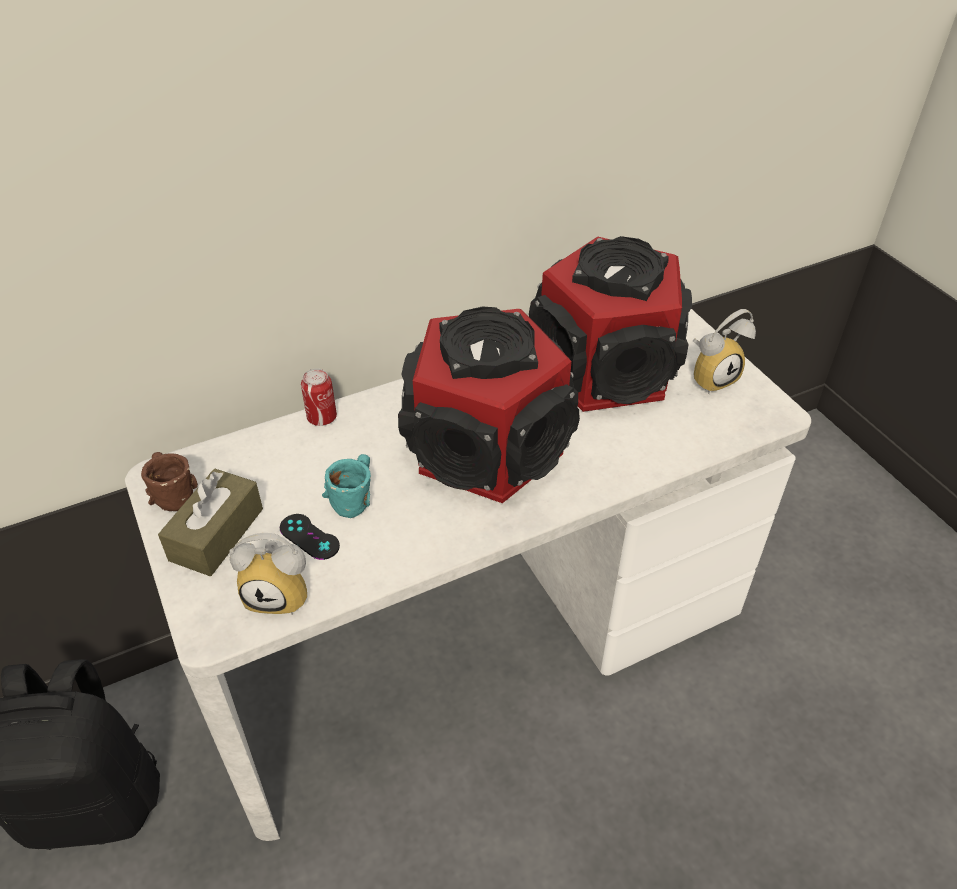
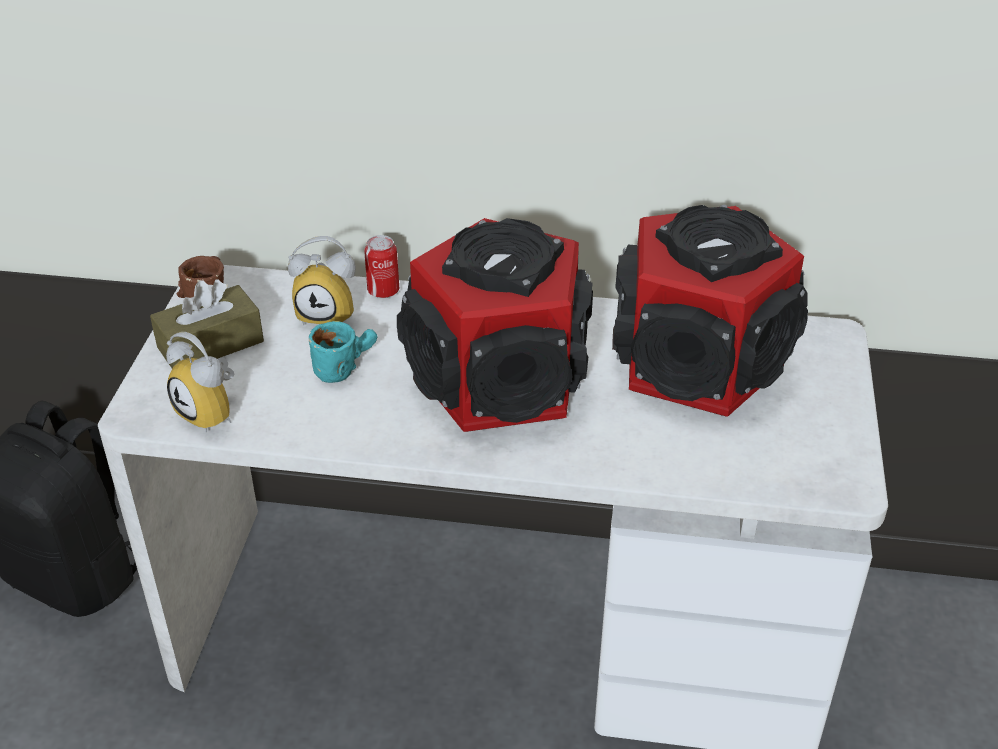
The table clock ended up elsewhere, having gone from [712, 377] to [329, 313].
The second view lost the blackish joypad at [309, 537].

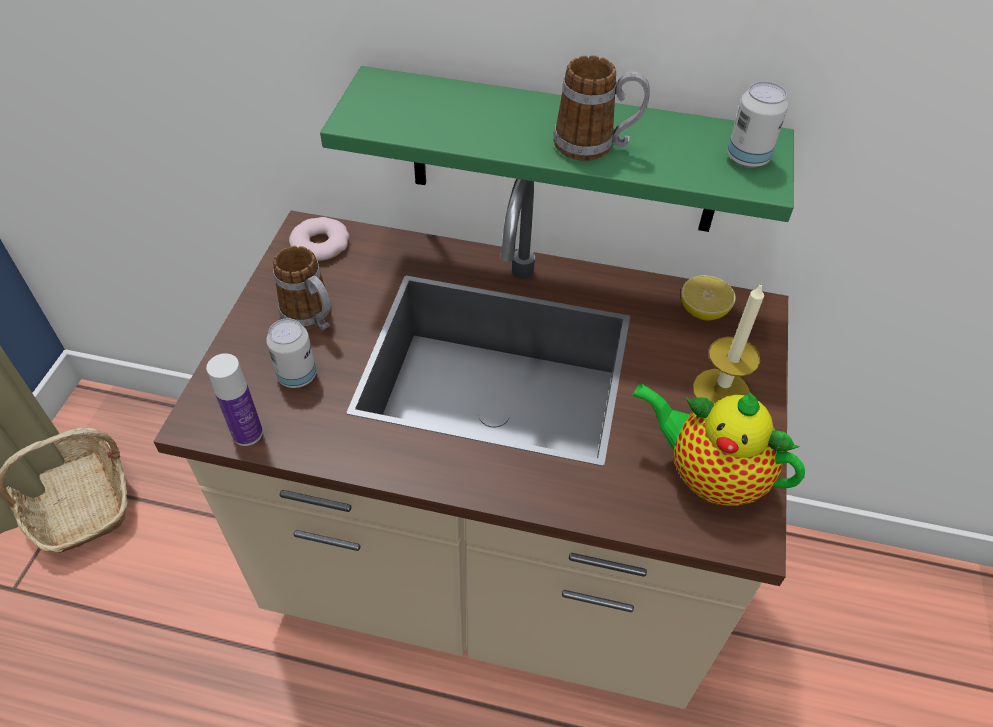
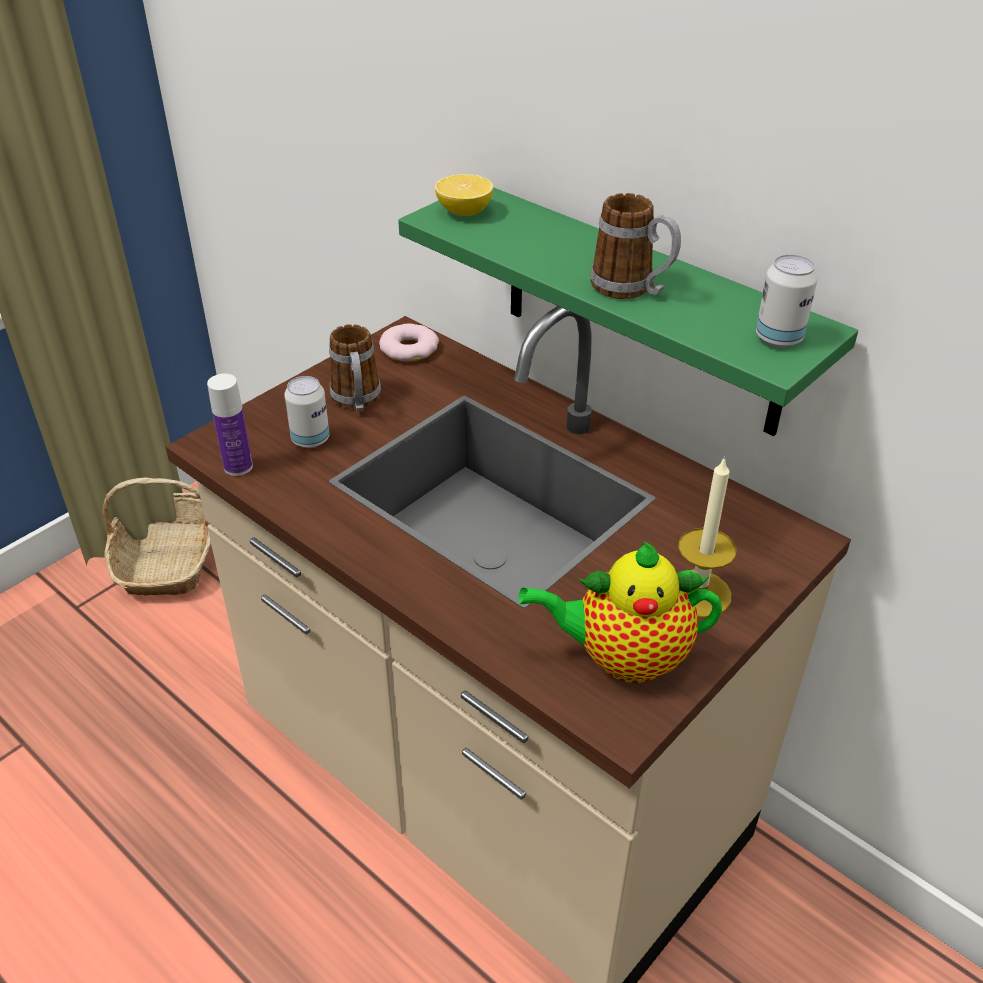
The whole lemon ended up elsewhere, having gone from [703, 311] to [464, 212].
The teapot at [708, 475] ended up facing another way, 60 degrees counterclockwise from before.

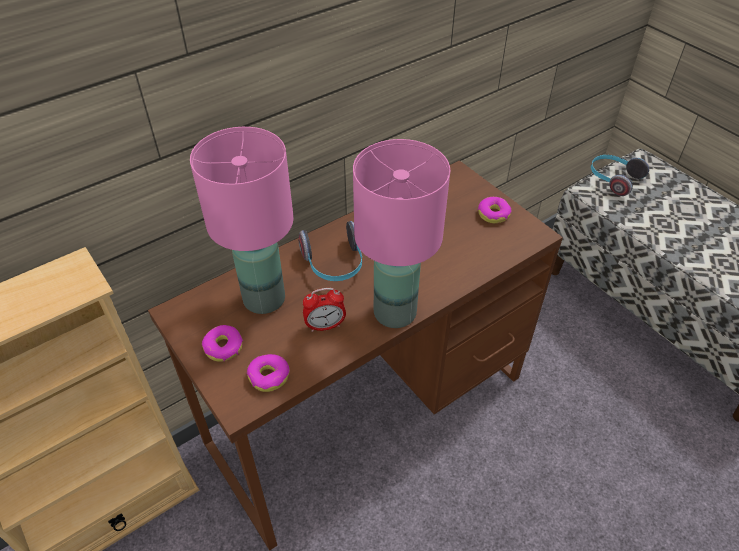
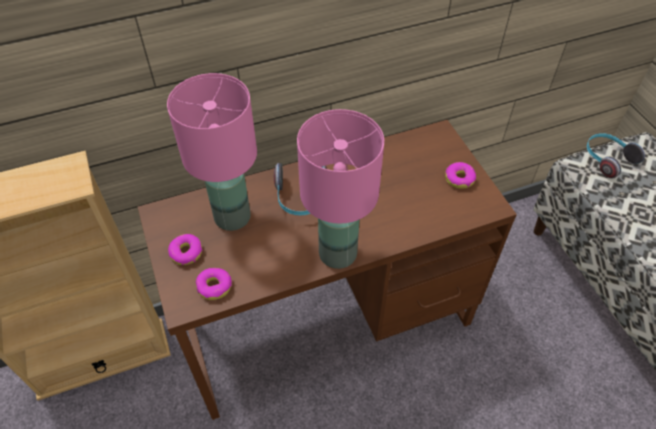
The second view lost the table clock at [325, 326].

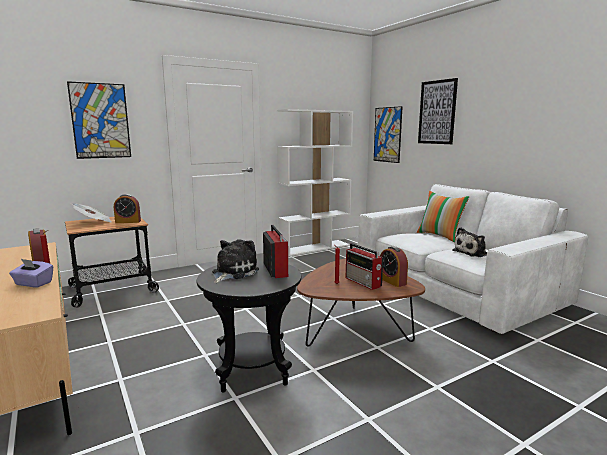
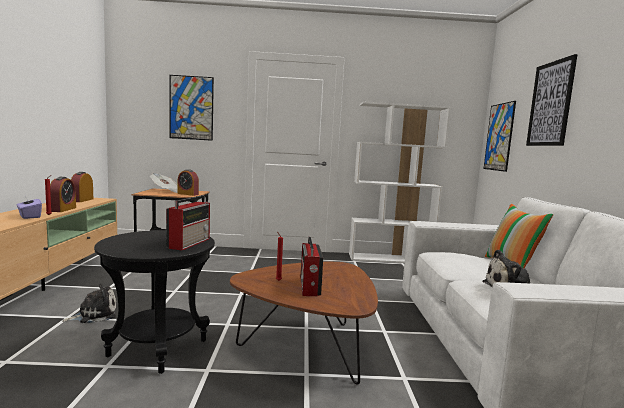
The plush toy ended up elsewhere, having gone from [233, 272] to [95, 315].
The table clock ended up elsewhere, having gone from [392, 281] to [82, 200].

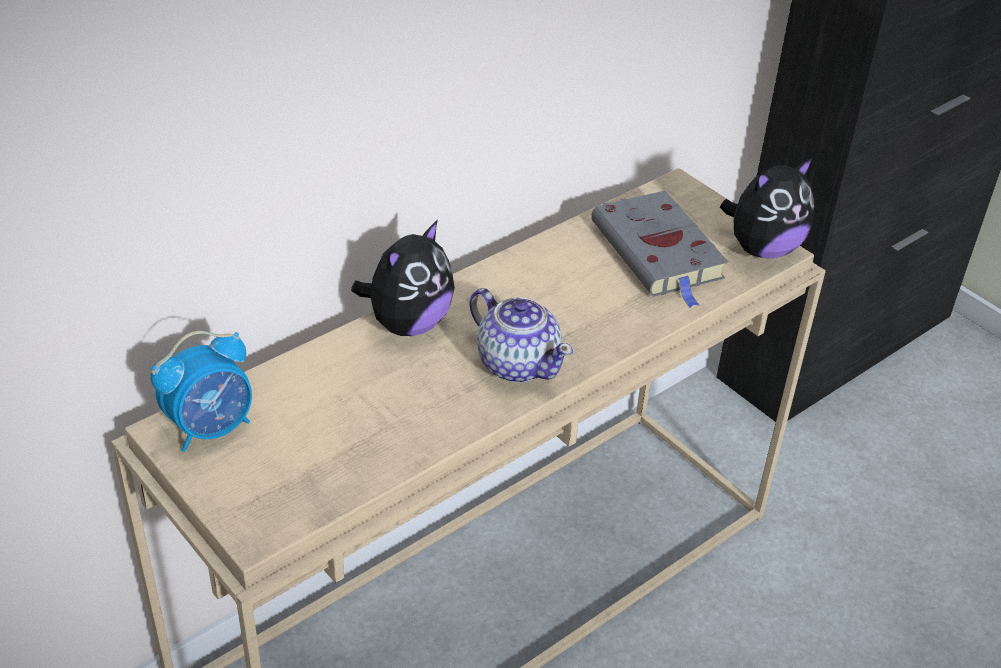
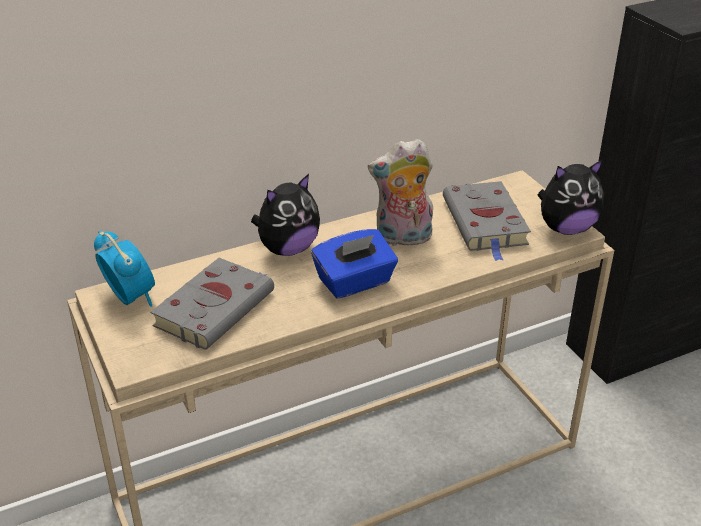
The table clock at [211, 427] ended up facing another way, 105 degrees counterclockwise from before.
The second view gained the gray book at [216, 307].
Where the teapot stood at [517, 363], the blue tissue box came to stand at [355, 282].
The second view gained the plush toy at [402, 238].

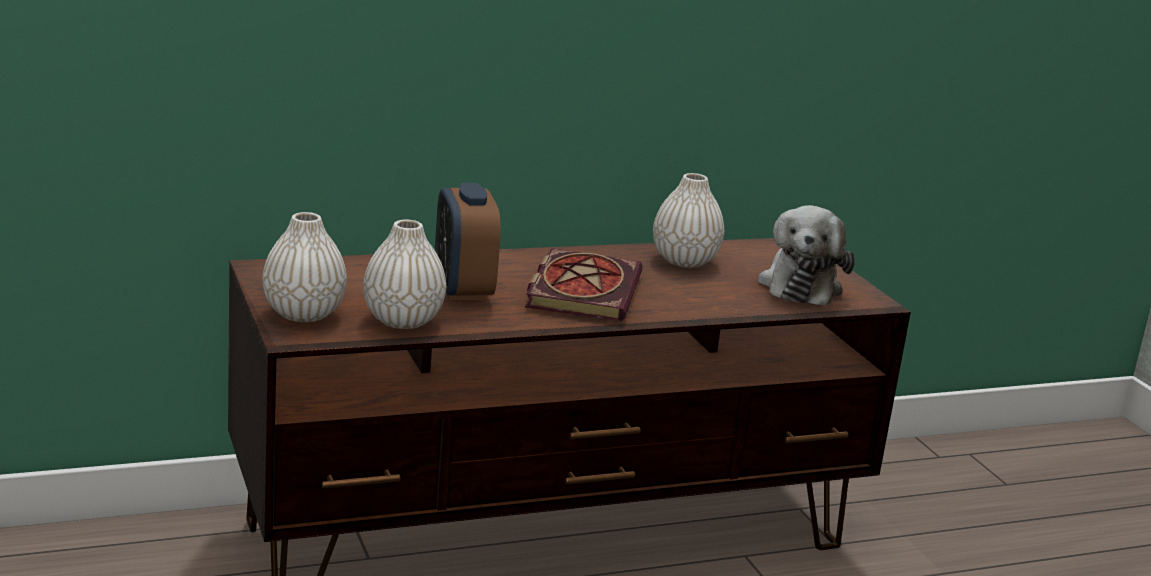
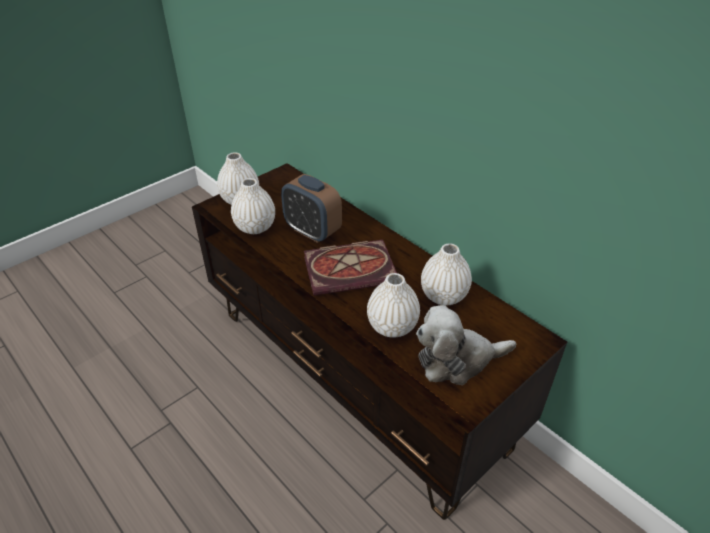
The table clock at [462, 289] ended up facing another way, 105 degrees counterclockwise from before.
The second view gained the white decorative vase at [392, 326].

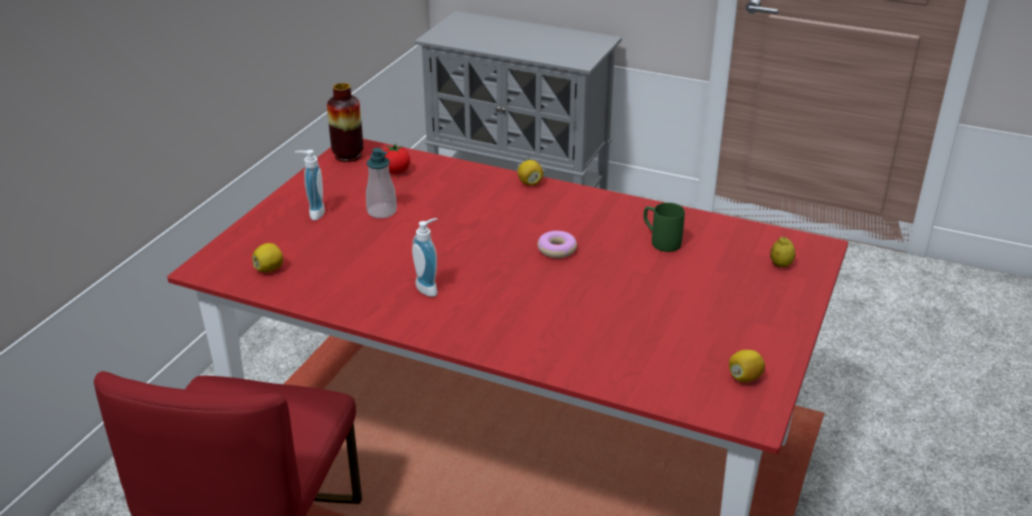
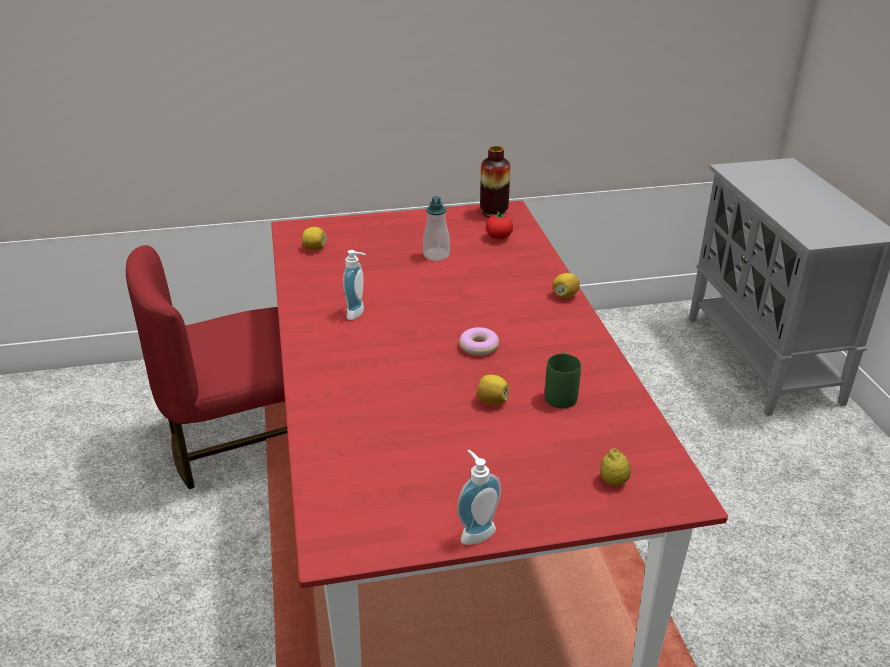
The soap bottle ended up elsewhere, having gone from [313, 213] to [475, 532].
The whole lemon ended up elsewhere, having gone from [744, 377] to [492, 401].

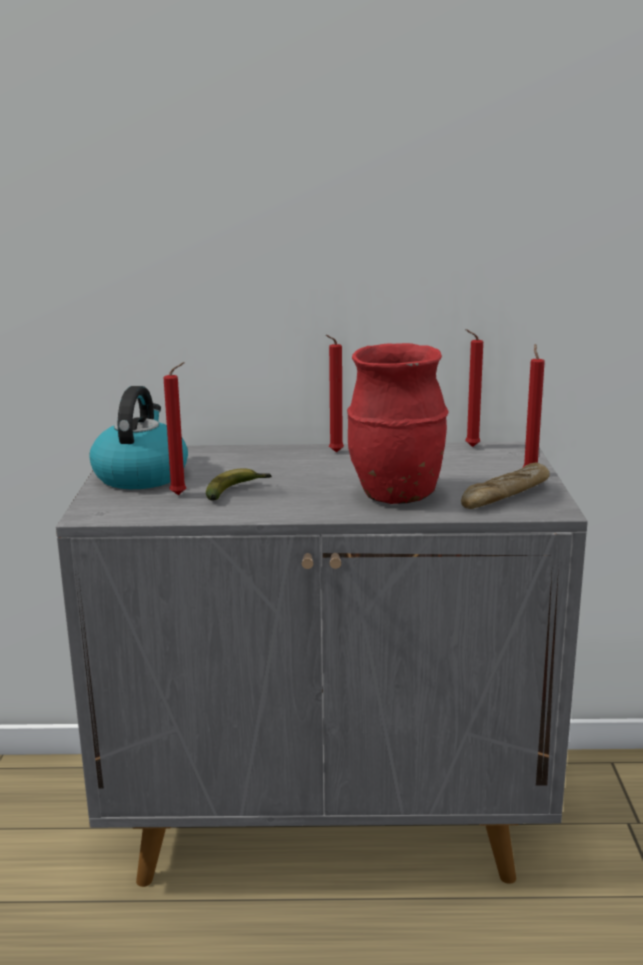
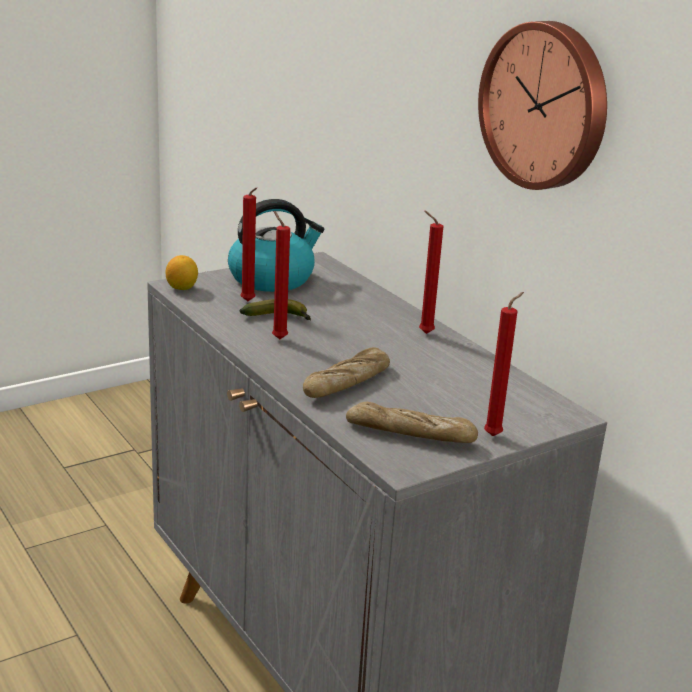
The second view gained the whole lemon at [182, 288].
The red-coloured wax candle ended up elsewhere, having gone from [470, 447] to [278, 338].
Where the red-coloured decorative vase stood at [396, 496], the baked bread came to stand at [347, 383].
The second view gained the hanging clock at [546, 105].

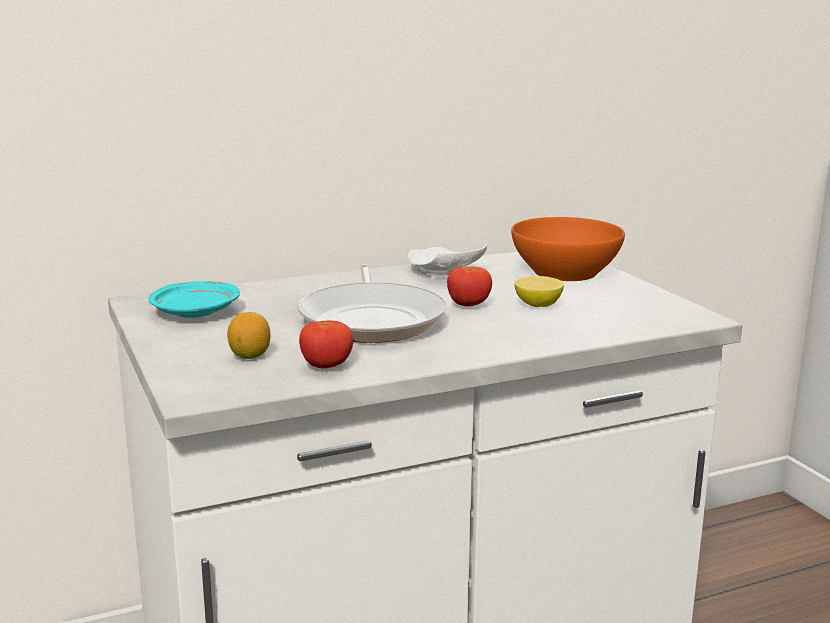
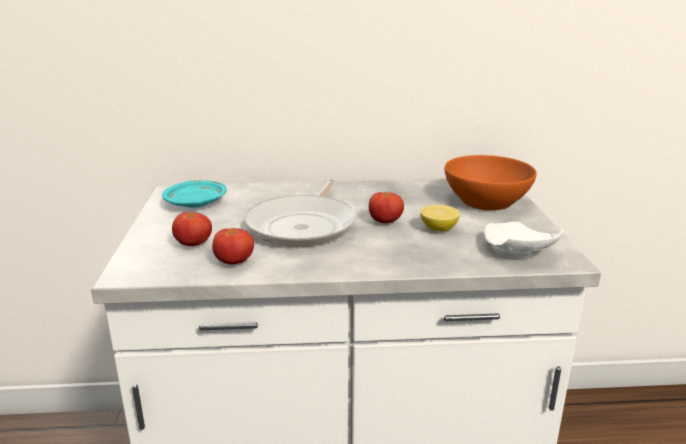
Where the whole lemon stood at [250, 356], the tomato came to stand at [193, 245].
The white flat dish ended up elsewhere, having gone from [444, 273] to [516, 251].

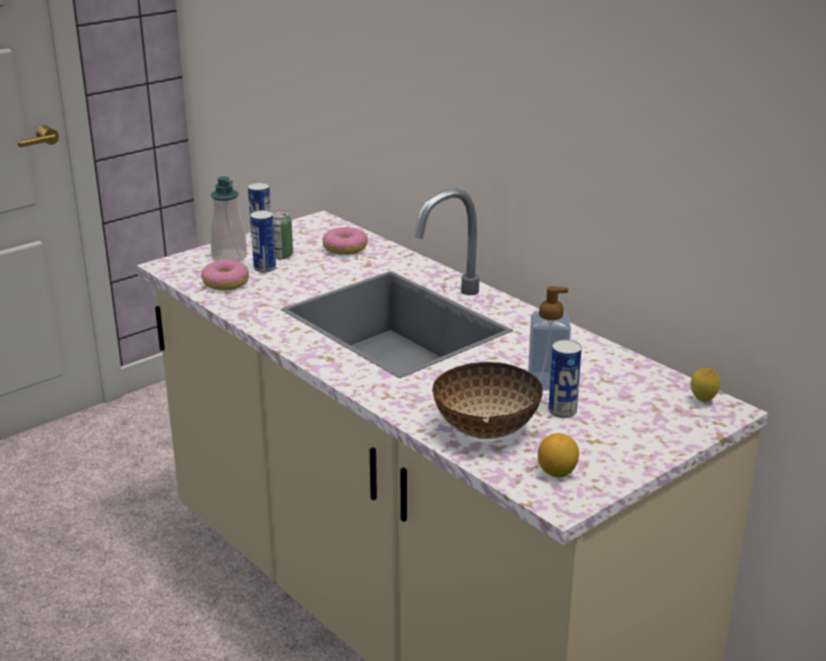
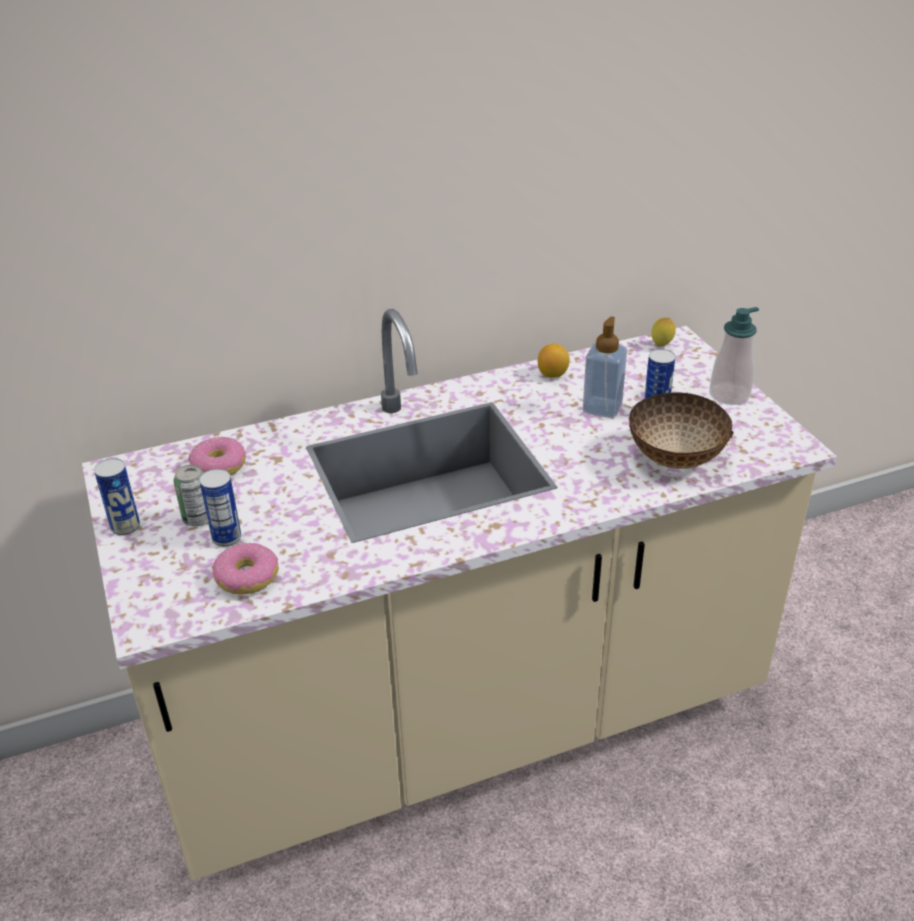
The whole lemon ended up elsewhere, having gone from [557, 472] to [552, 374].
The soap bottle ended up elsewhere, having gone from [229, 257] to [729, 395].

